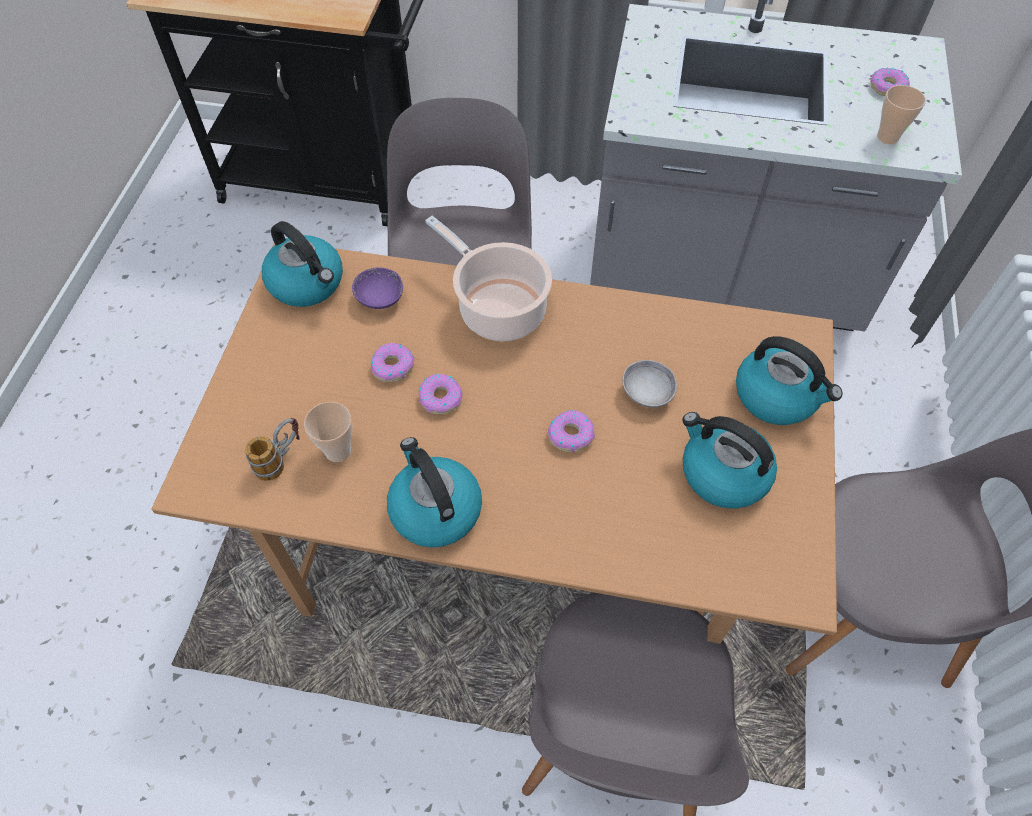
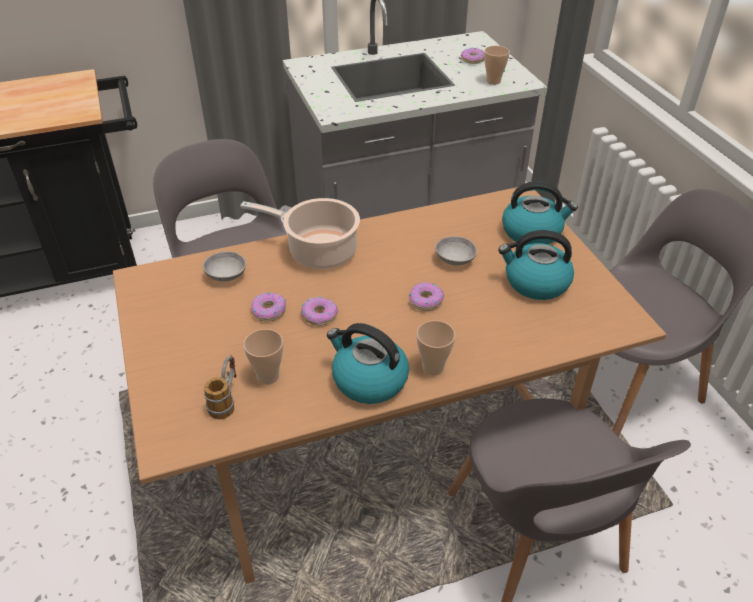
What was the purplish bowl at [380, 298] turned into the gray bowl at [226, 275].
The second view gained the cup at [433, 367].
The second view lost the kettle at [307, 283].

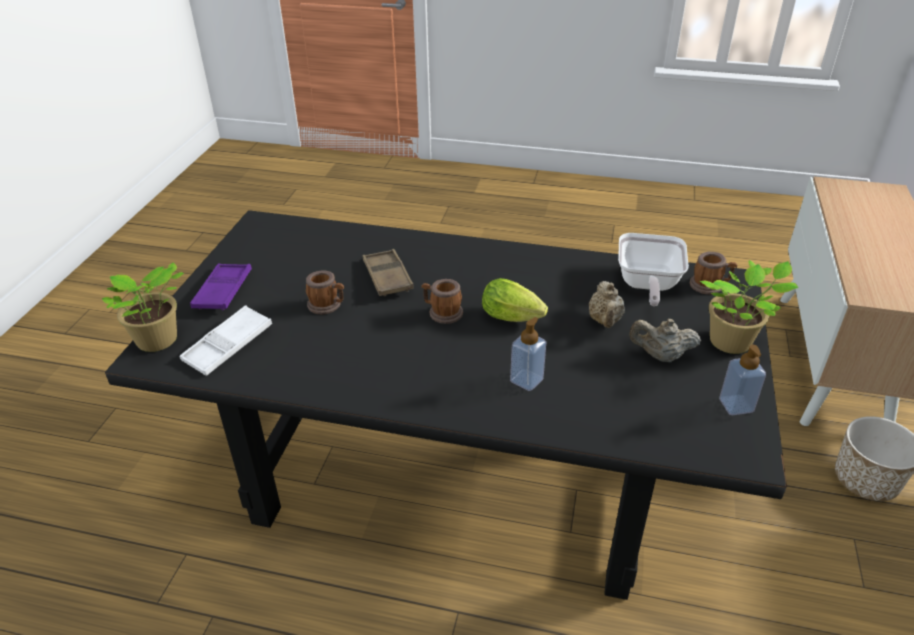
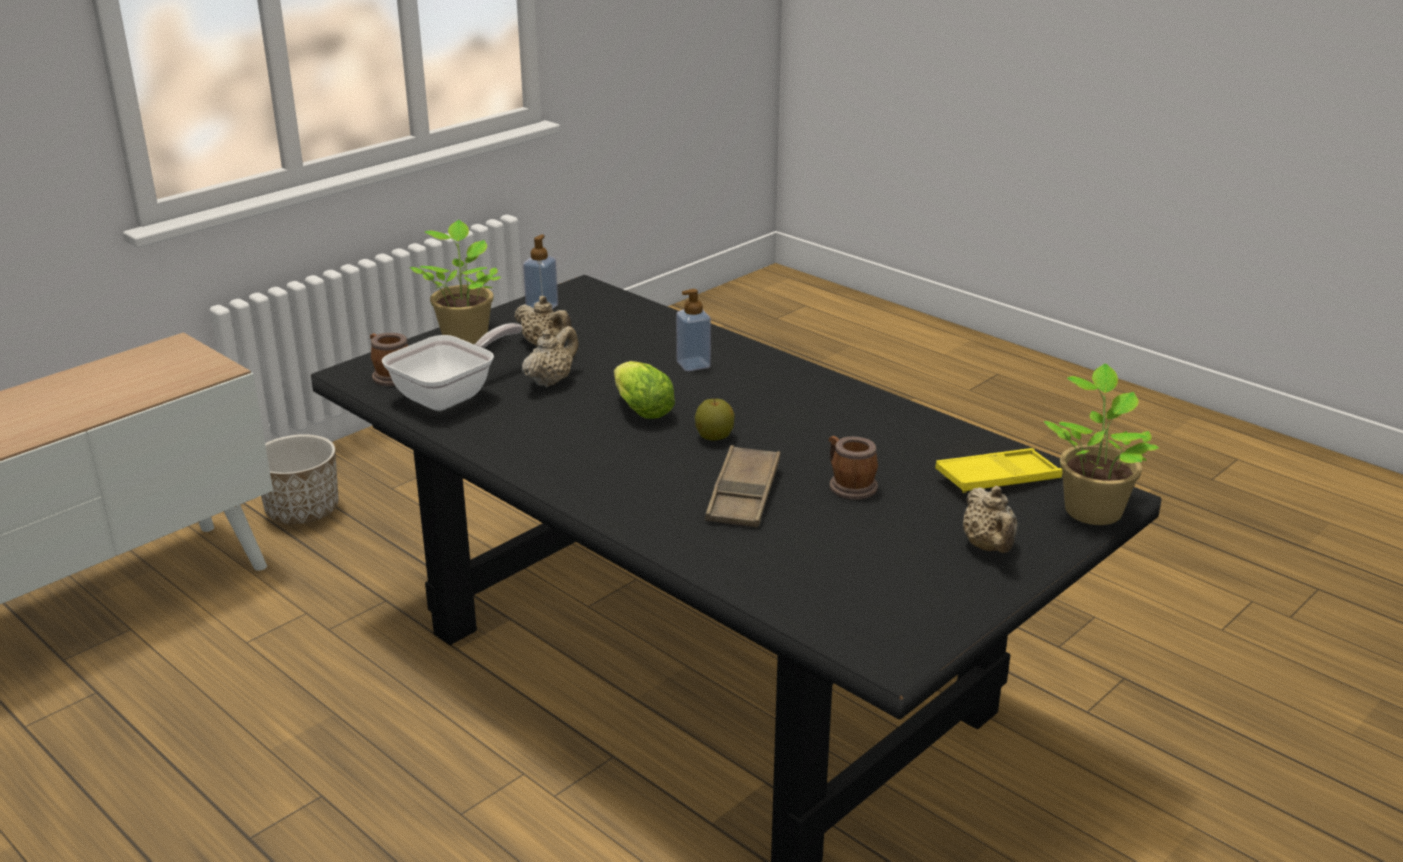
Where the tea mug stood at [442, 313], the whole apple came to stand at [714, 437].
What was the white serving tray at [228, 345] turned into the yellowish serving tray at [997, 478].
Where the purplish serving tray stood at [223, 291], the beige teapot came to stand at [989, 547].

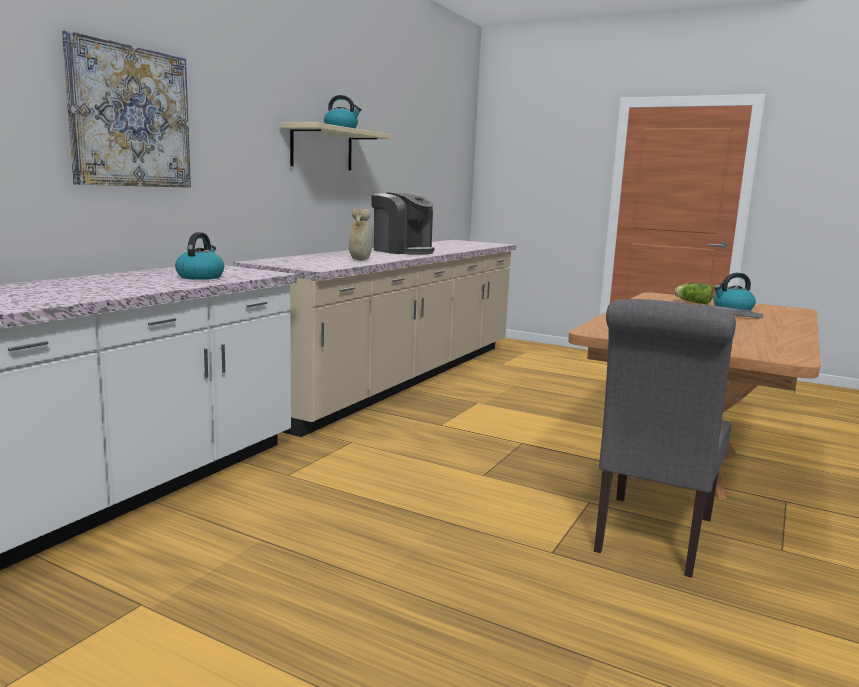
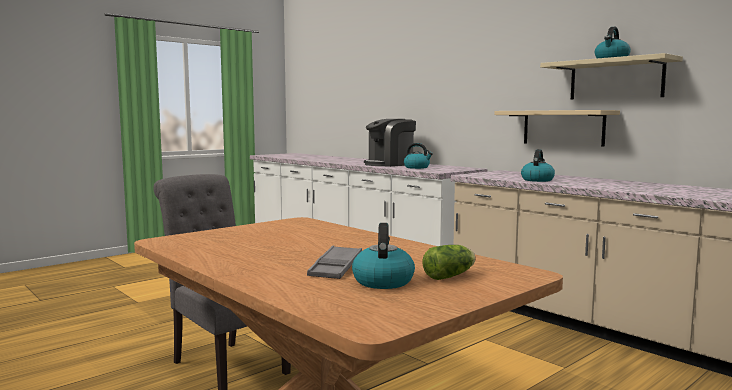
The coffee maker ended up elsewhere, having gone from [402, 251] to [390, 164].
The second view gained the beige shelf at [563, 127].
Where the beige decorative vase stood at [360, 260], the kettle came to stand at [537, 180].
The second view lost the wall art at [130, 117].

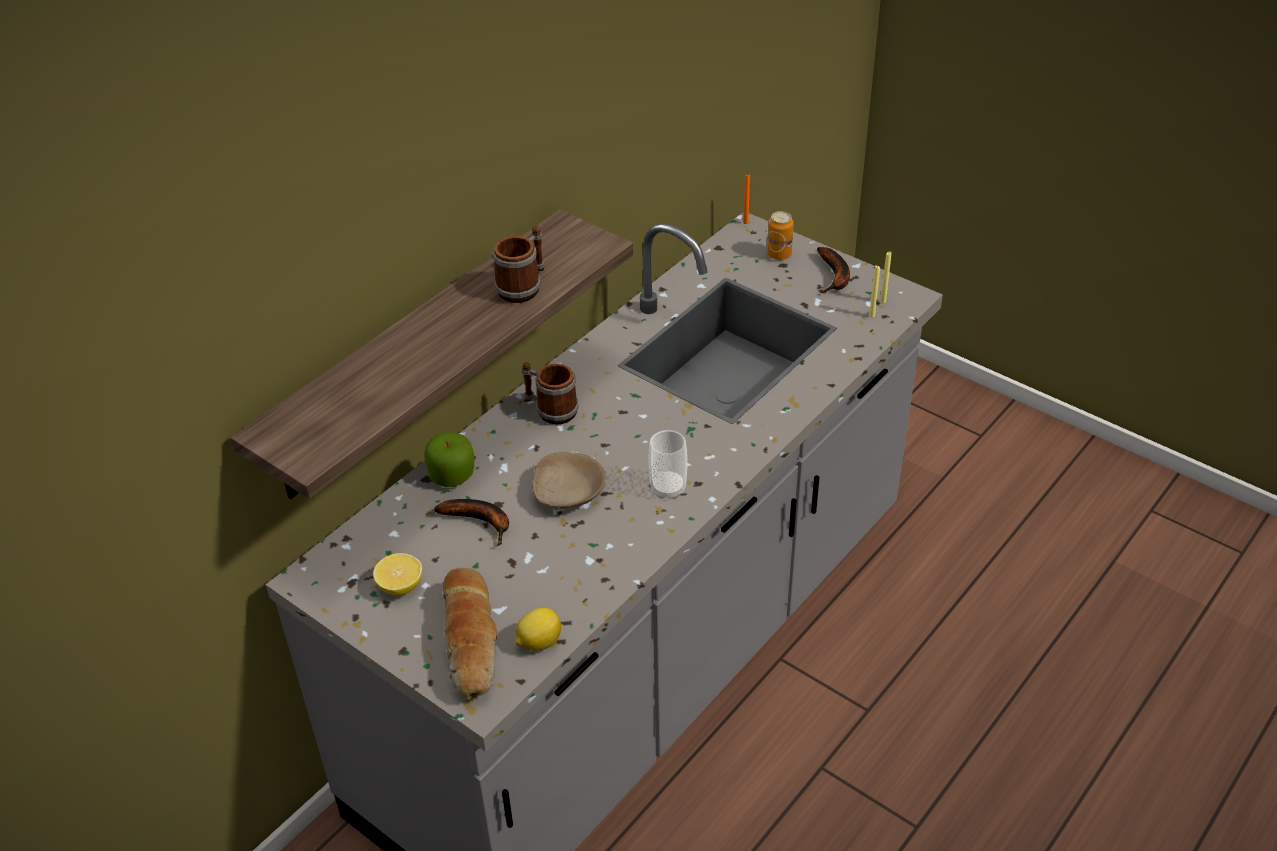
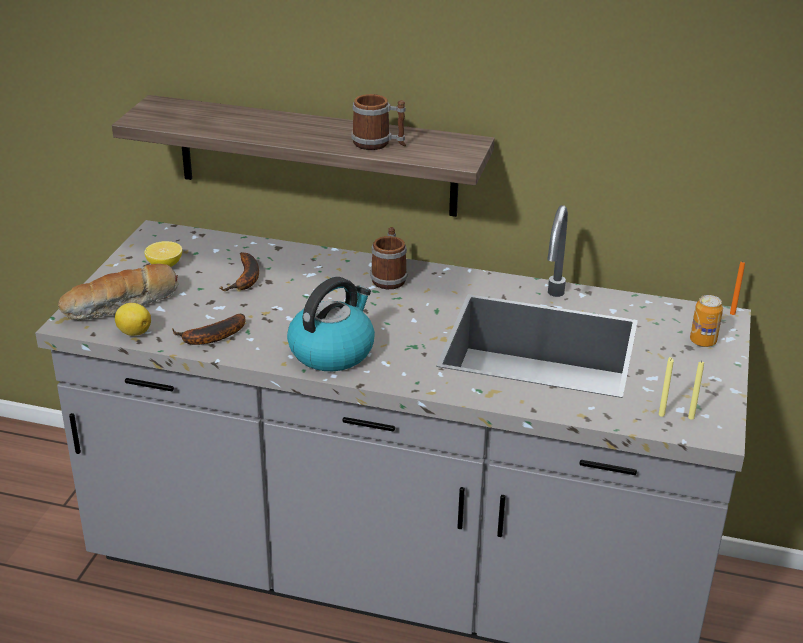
The banana fruit ended up elsewhere, having gone from [834, 276] to [210, 338].
Where the cup stood at [668, 488], the kettle came to stand at [332, 351].
The second view lost the whole apple at [452, 475].
The second view lost the beige bowl at [568, 493].

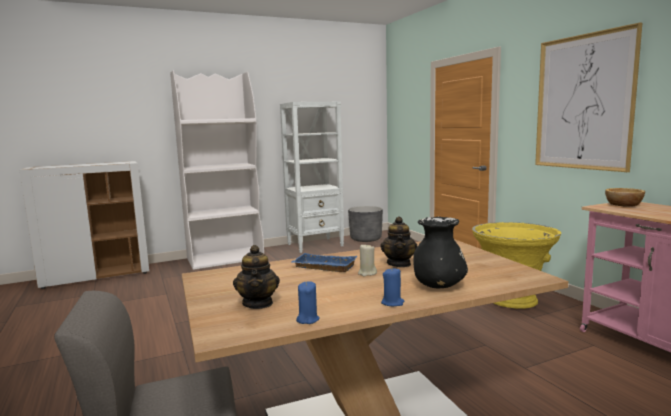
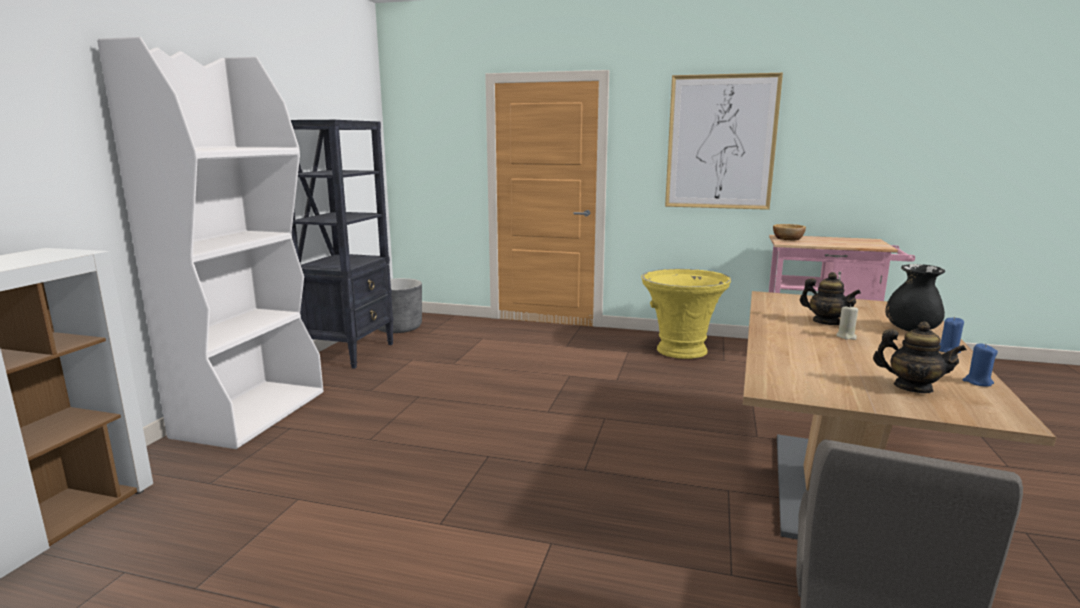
What was the white shelving unit at [316, 245] turned into the blackish shelving unit at [350, 352].
The second view lost the blue serving tray at [323, 267].

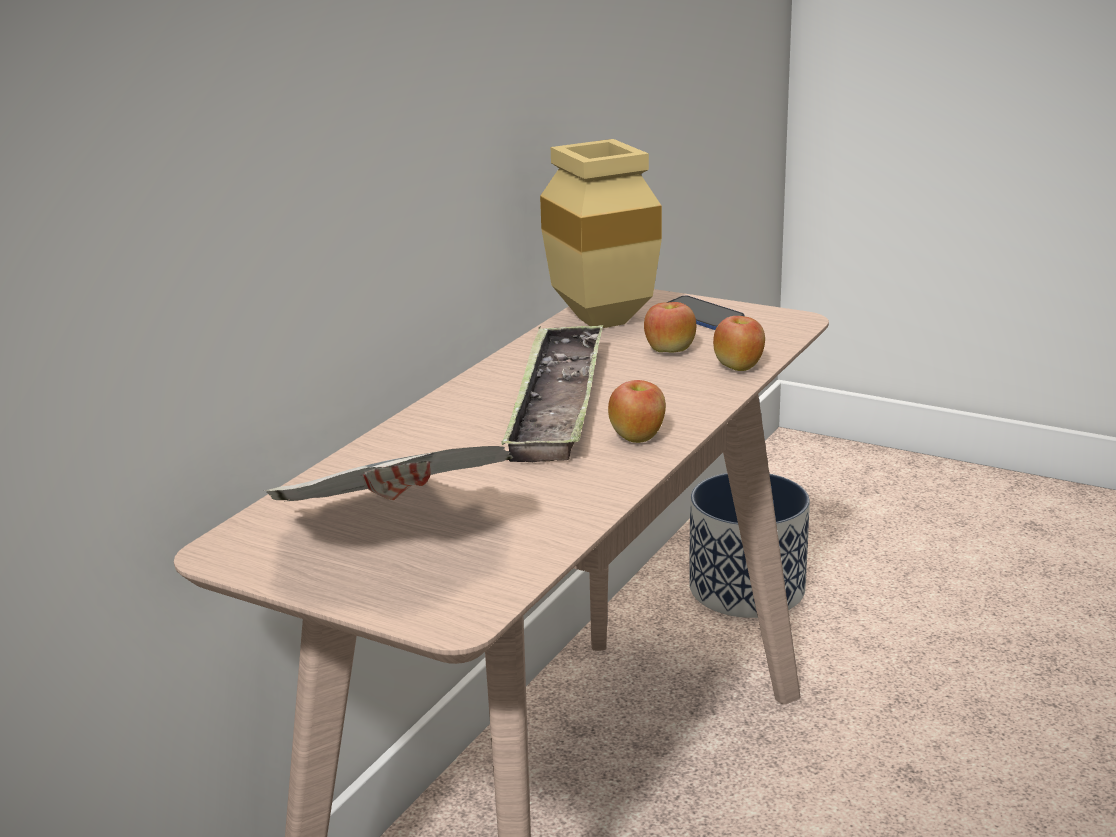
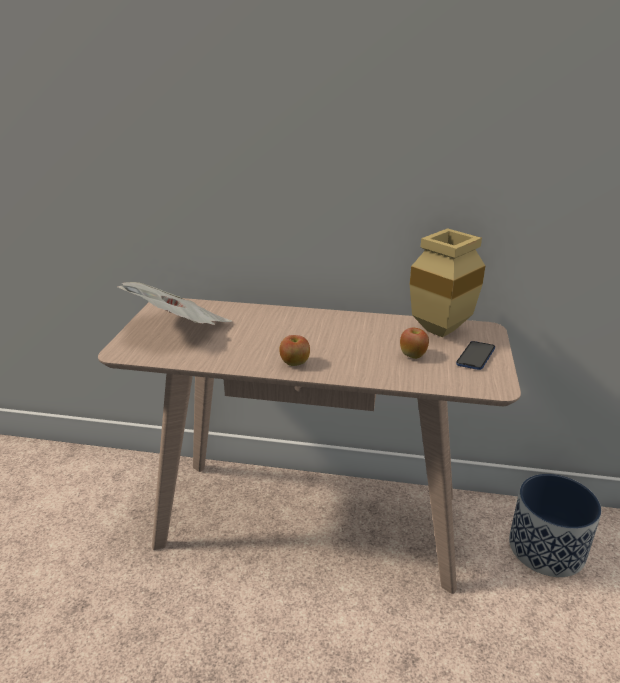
The second view lost the serving tray at [557, 402].
The second view lost the whole apple at [739, 367].

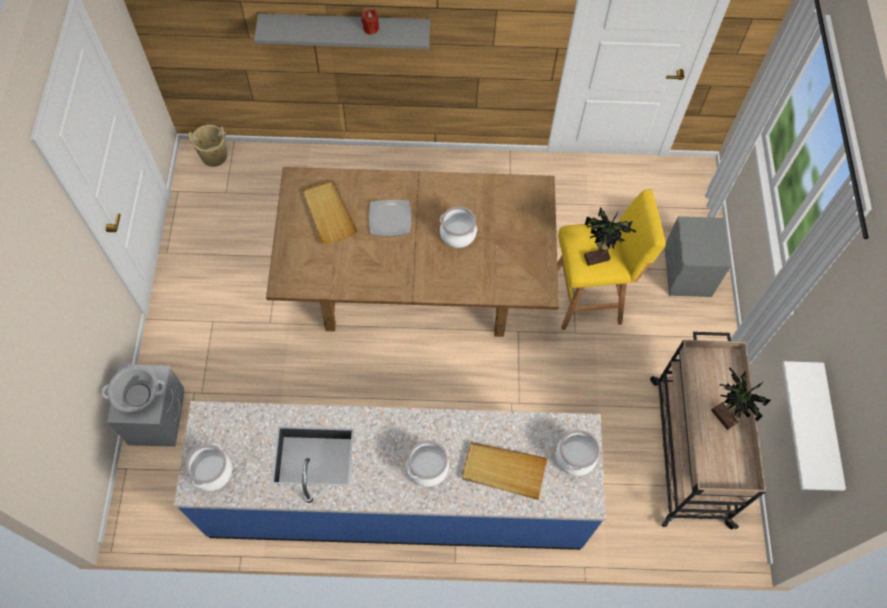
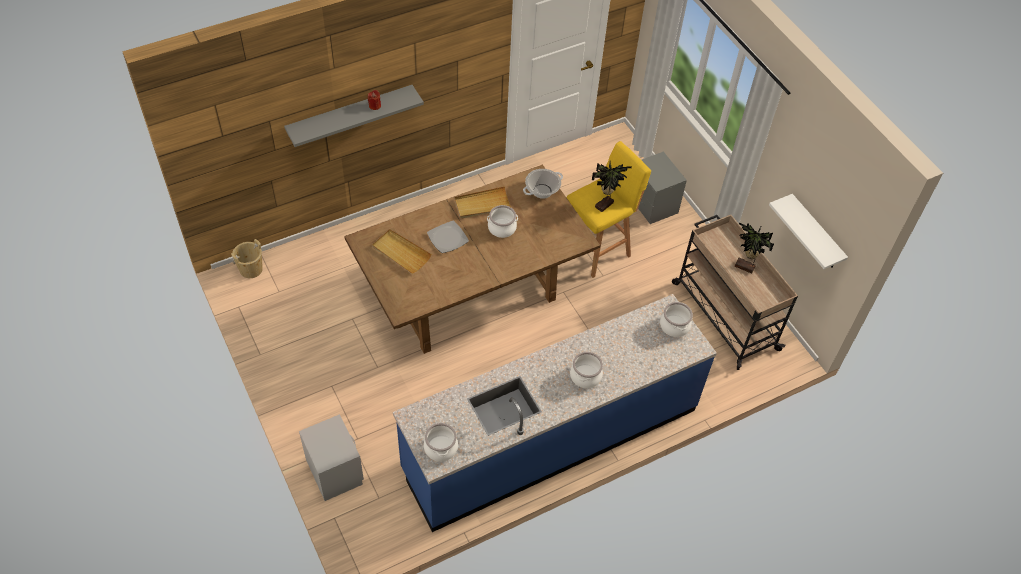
The beige serving tray ended up elsewhere, having gone from [503, 471] to [482, 204].
The saucepot ended up elsewhere, having gone from [138, 395] to [542, 191].

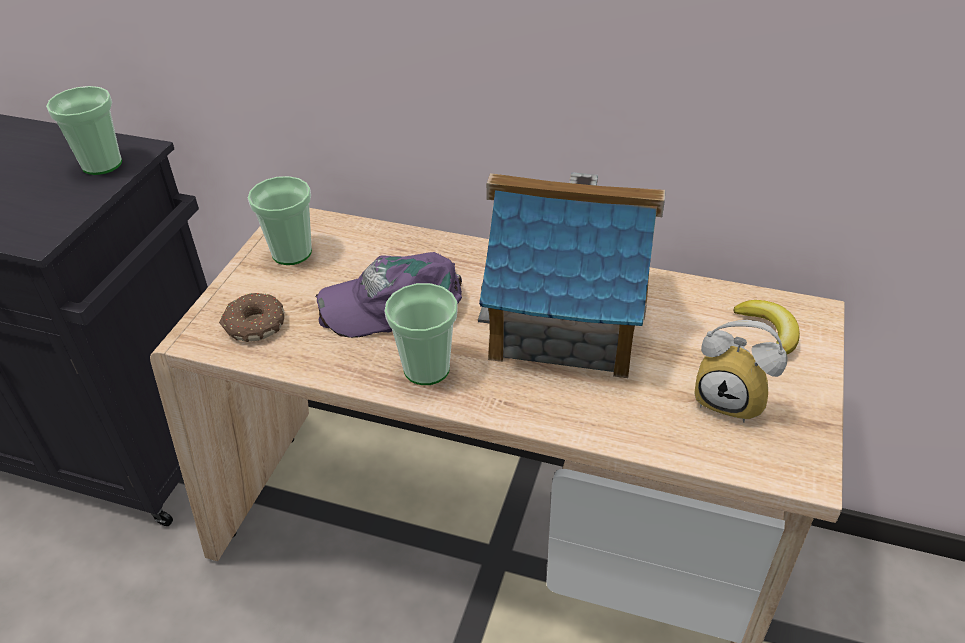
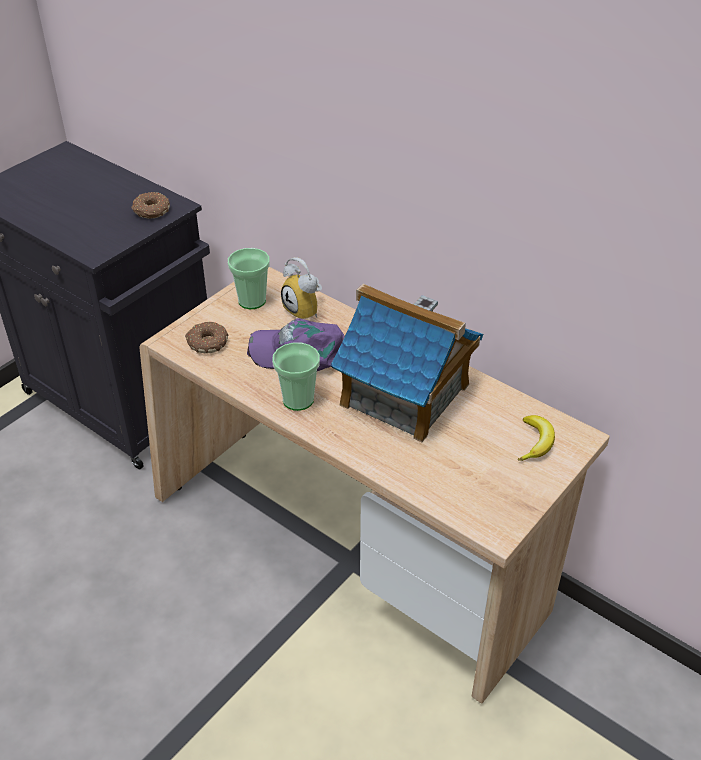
Where the cup stood at [102, 164], the donut came to stand at [151, 211].
The table clock ended up elsewhere, having gone from [732, 399] to [306, 311].

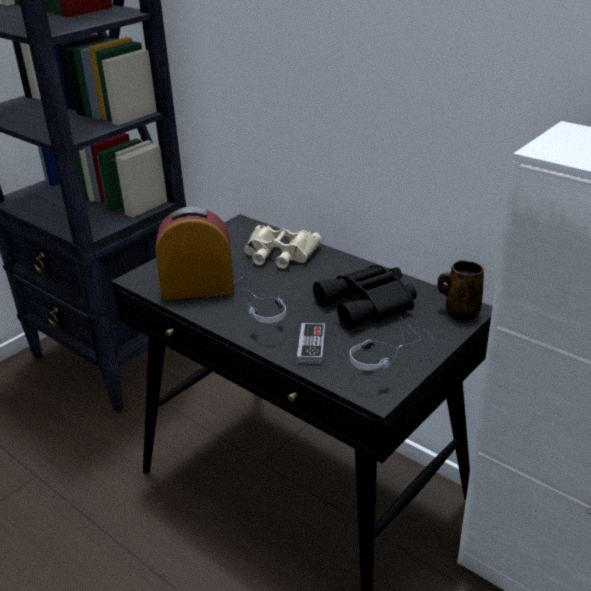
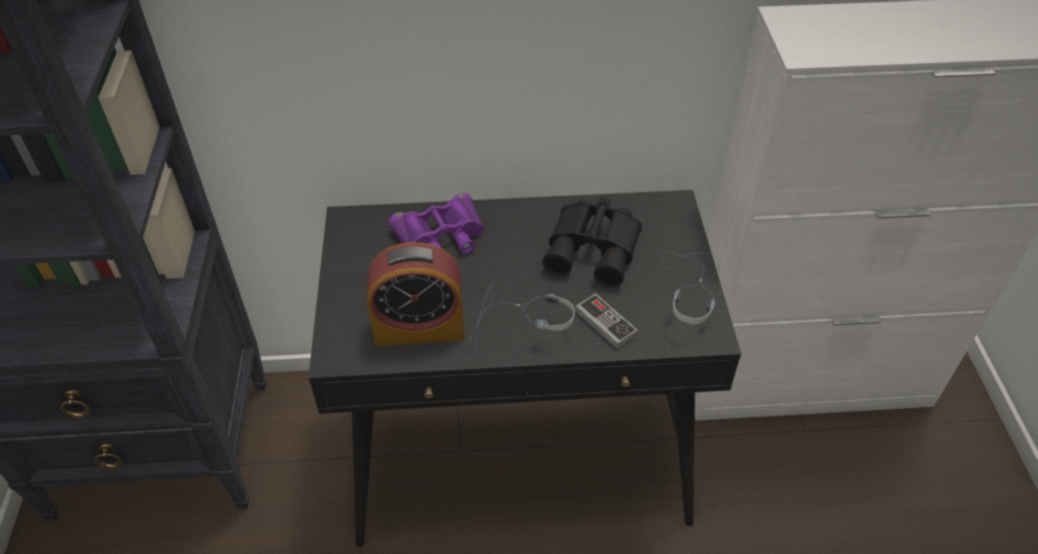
The table clock at [198, 289] ended up facing another way, 135 degrees counterclockwise from before.
What was the beige binoculars at [279, 254] turned into the purplish binoculars at [441, 236].
The second view lost the brownish tea mug at [460, 312].

